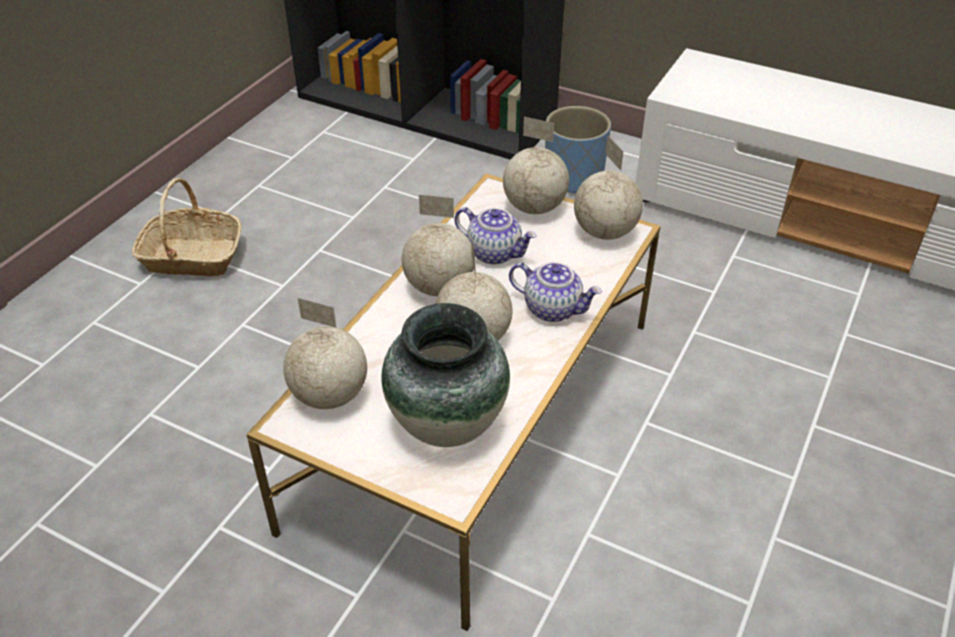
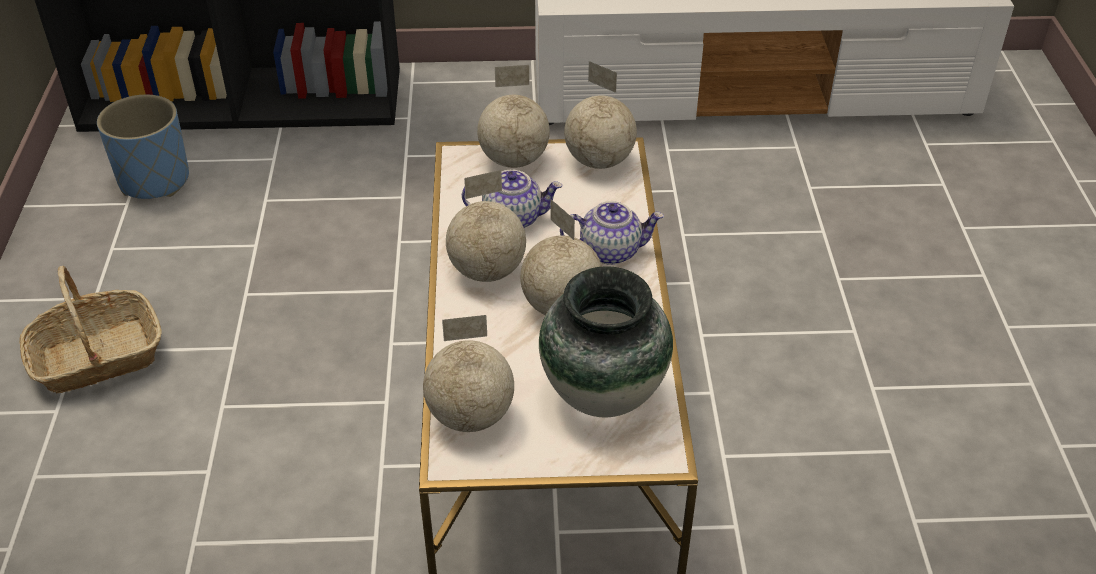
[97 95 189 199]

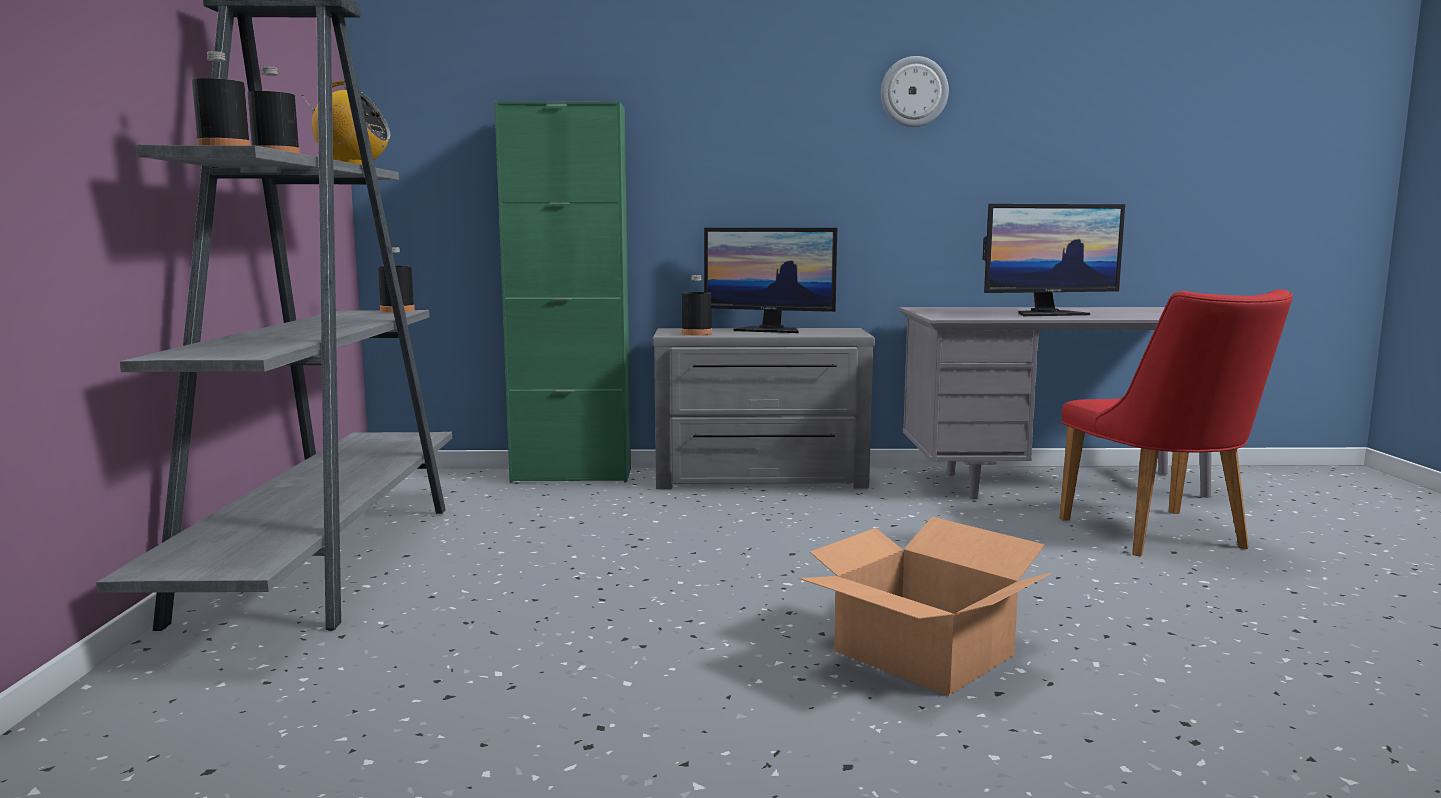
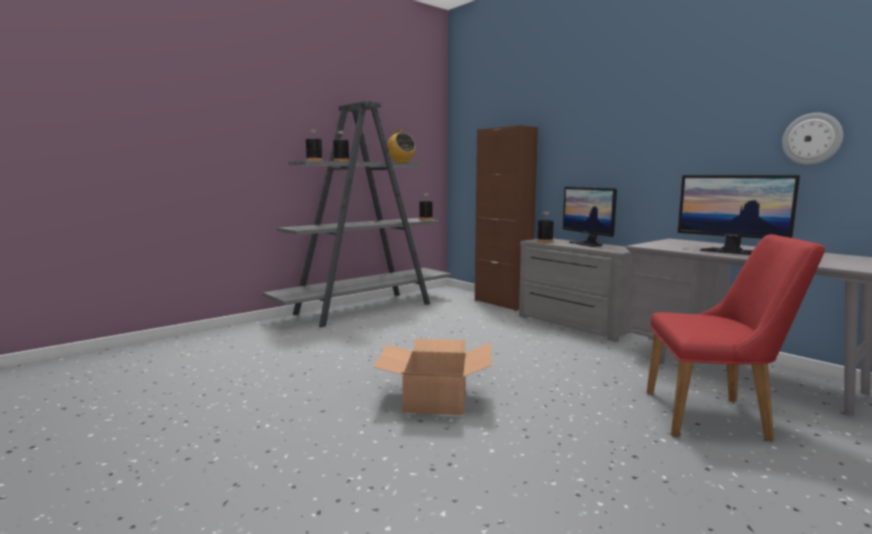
[782 113 843 165]
[475 125 538 311]
[647 234 825 442]

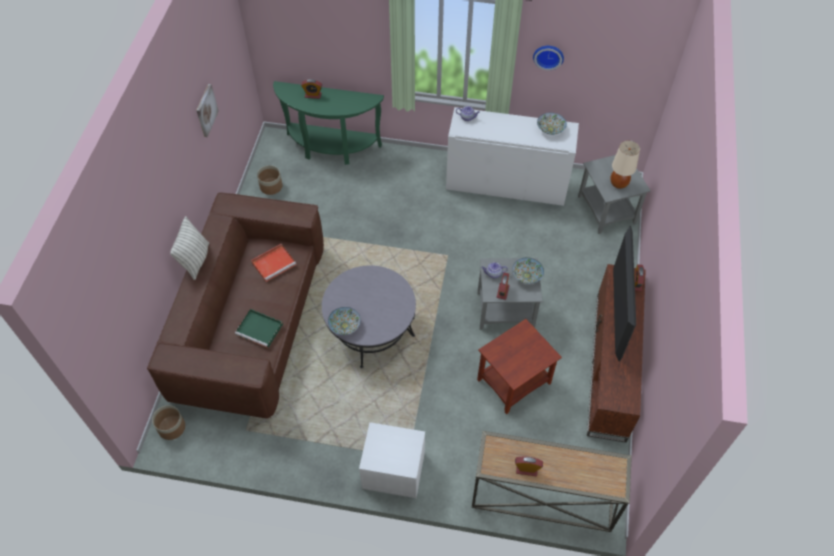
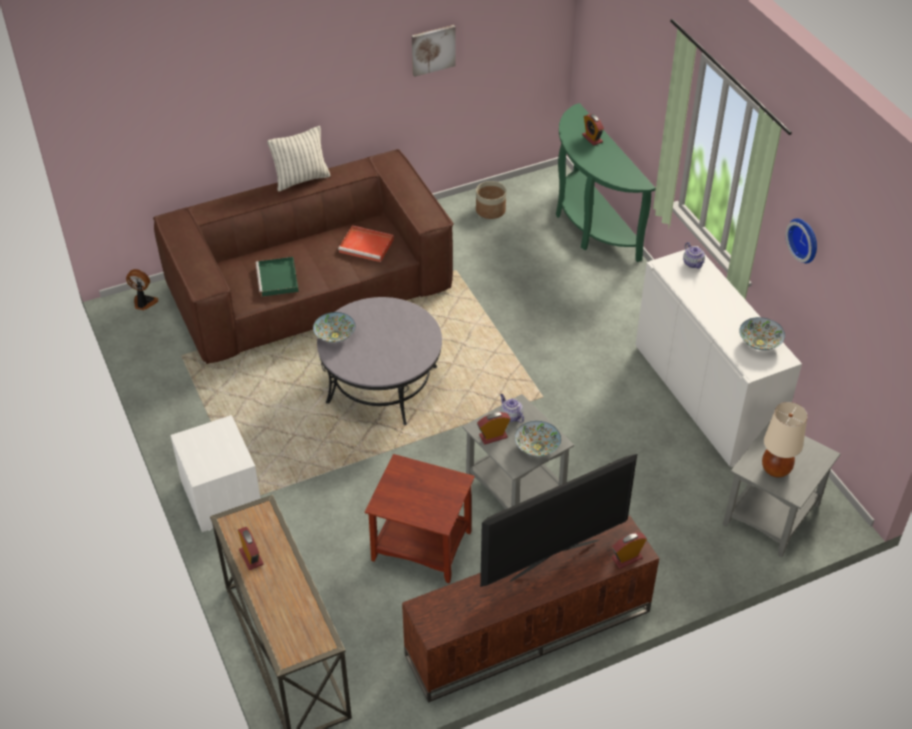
[126 269 159 310]

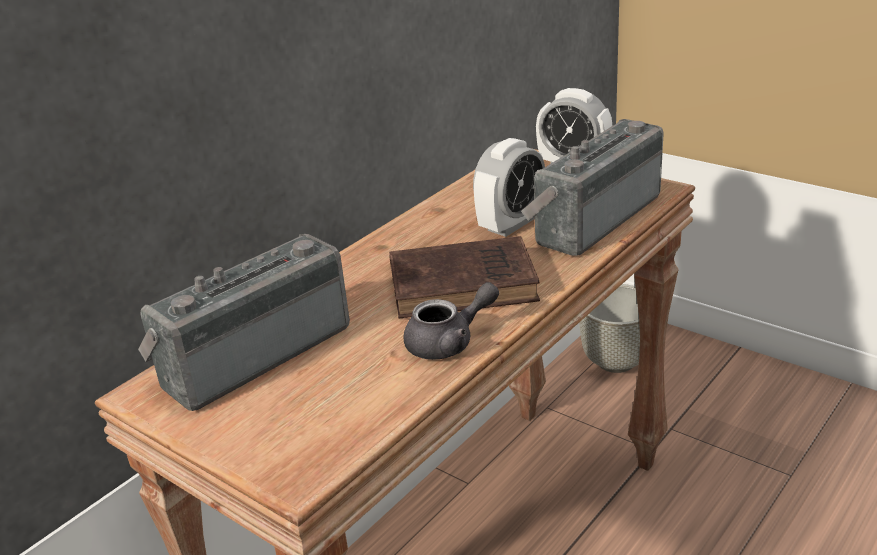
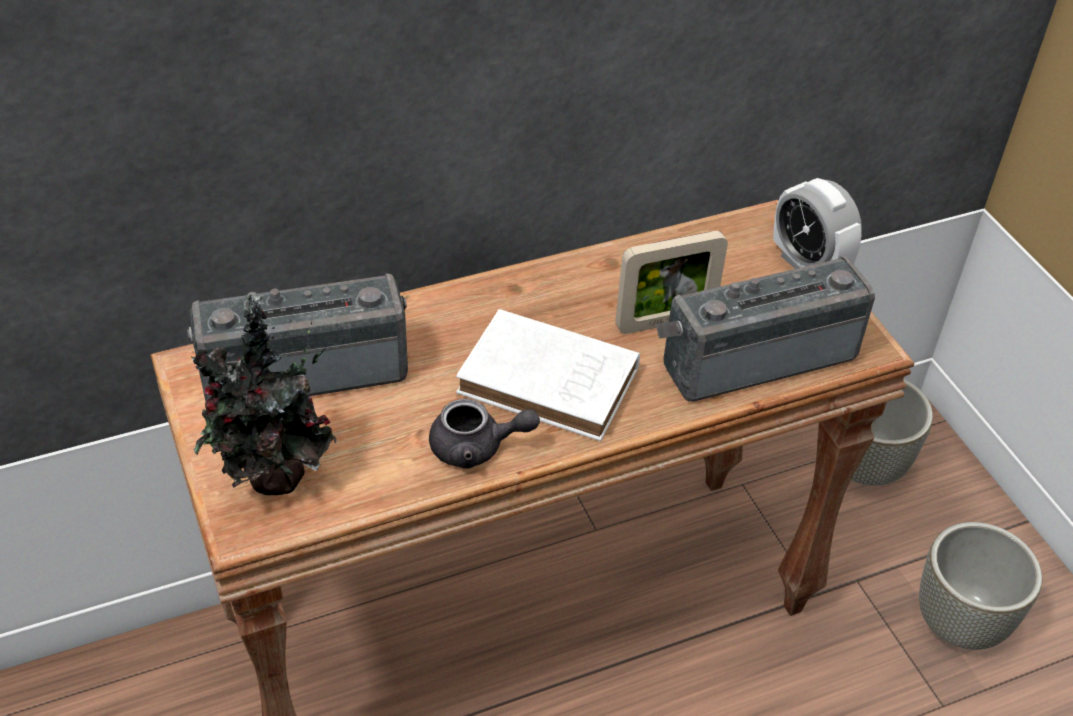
[615 231 728 334]
[456 309 640 441]
[192 294 337 495]
[919 522 1043 650]

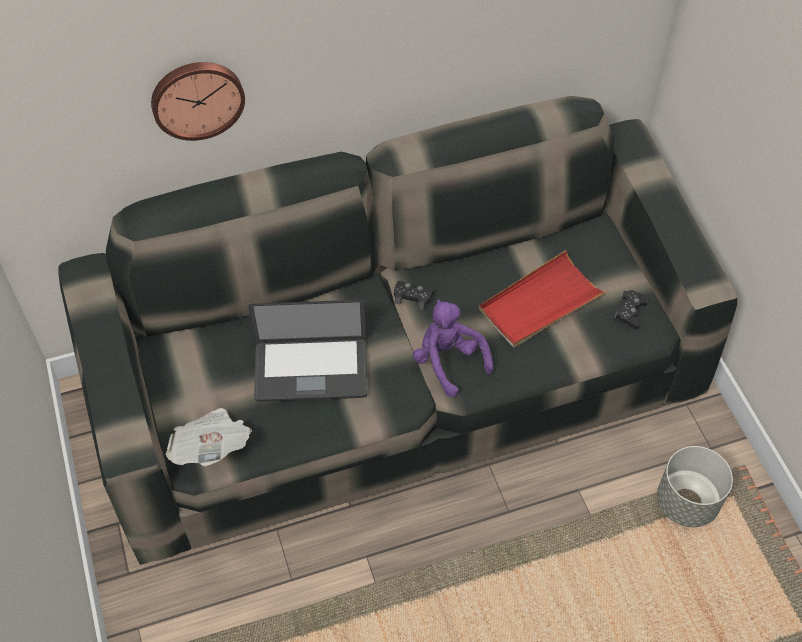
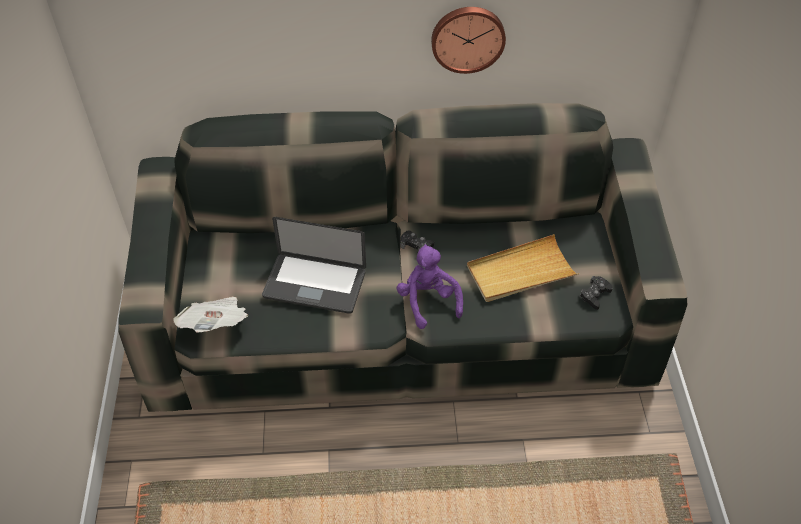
[431 7 506 74]
[467 234 579 302]
[657 446 733 527] (first image)

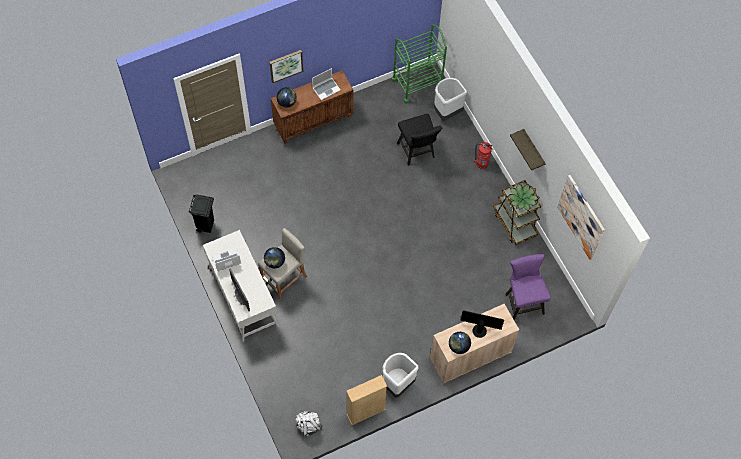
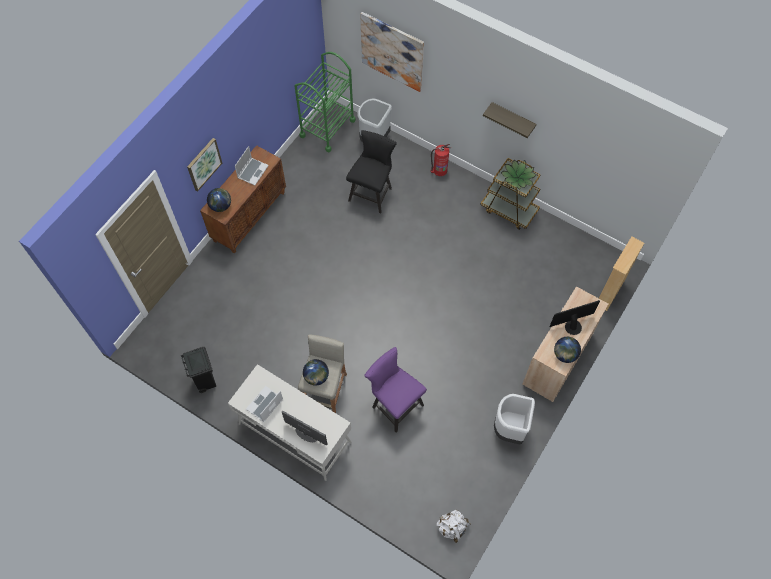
[346 130 397 213]
[360 12 424 92]
[364 347 427 432]
[599 237 644 311]

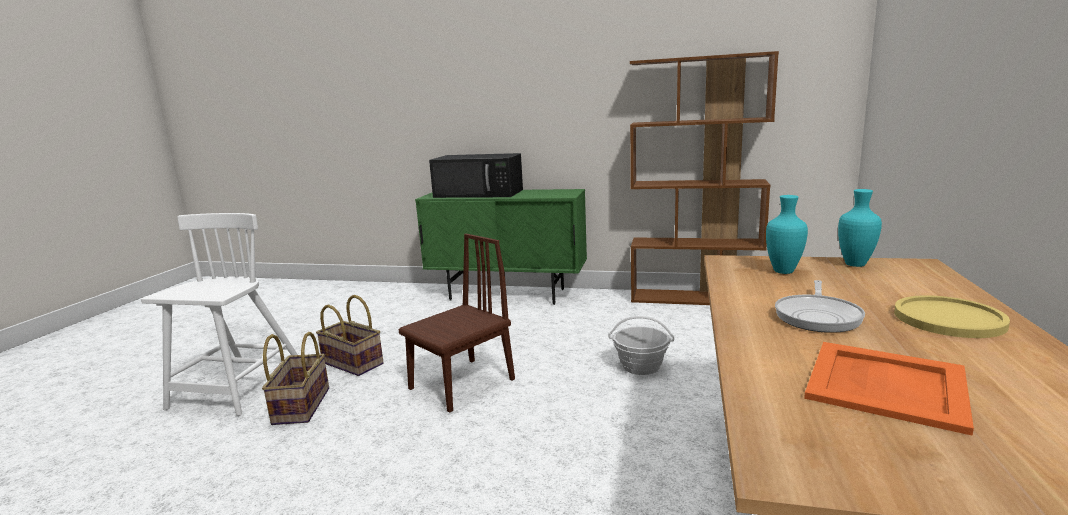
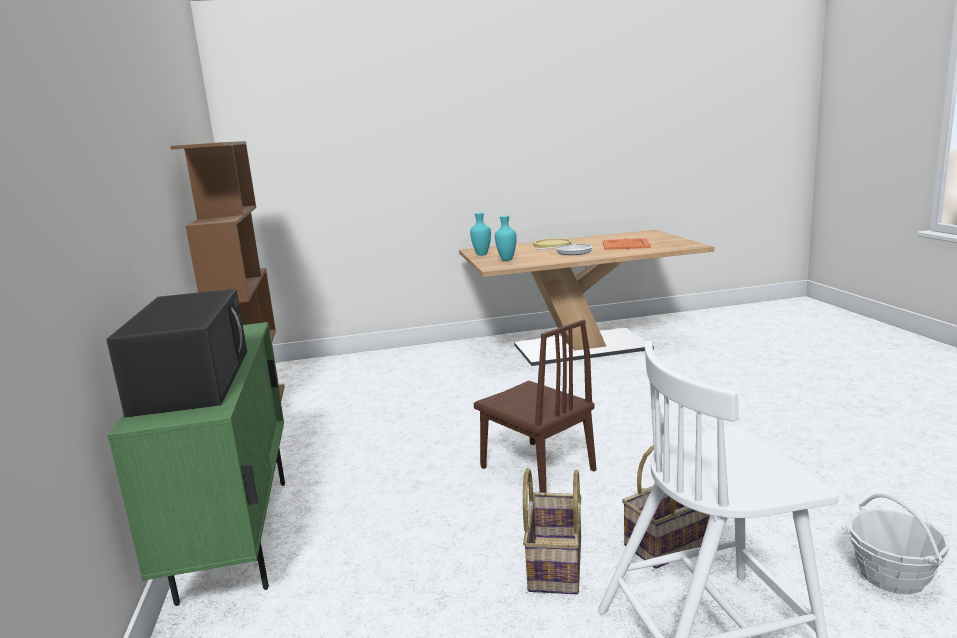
[474 320 596 493]
[847 493 950 594]

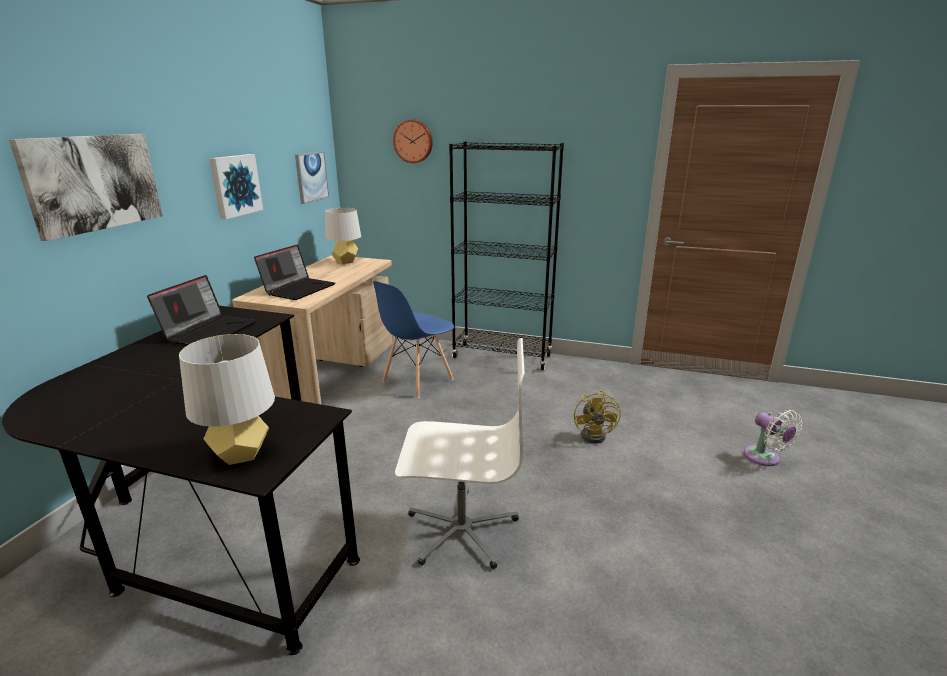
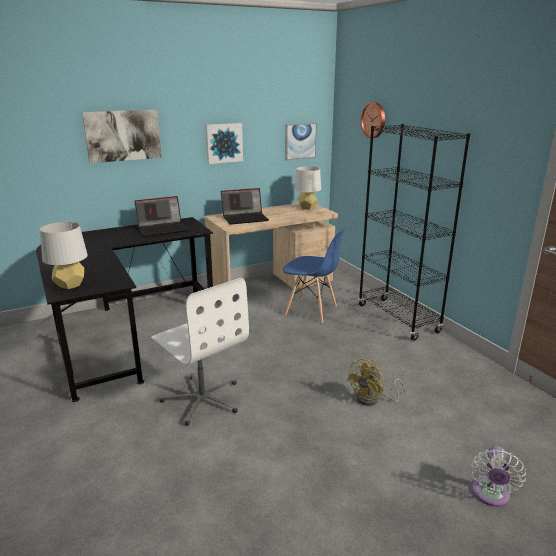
[283 227 346 323]

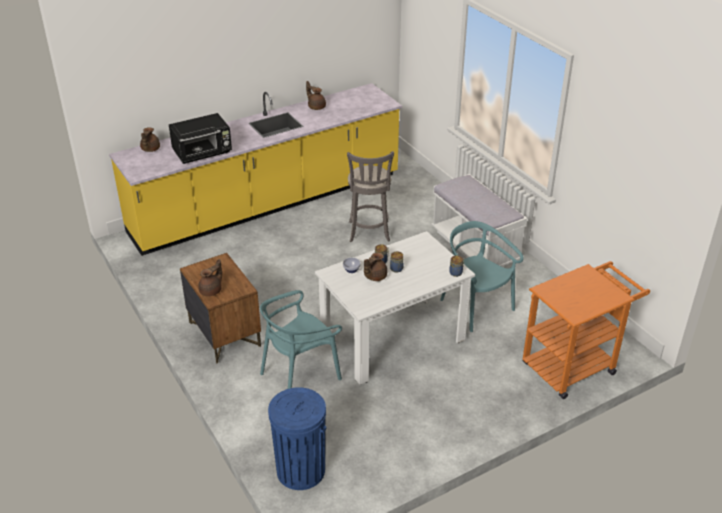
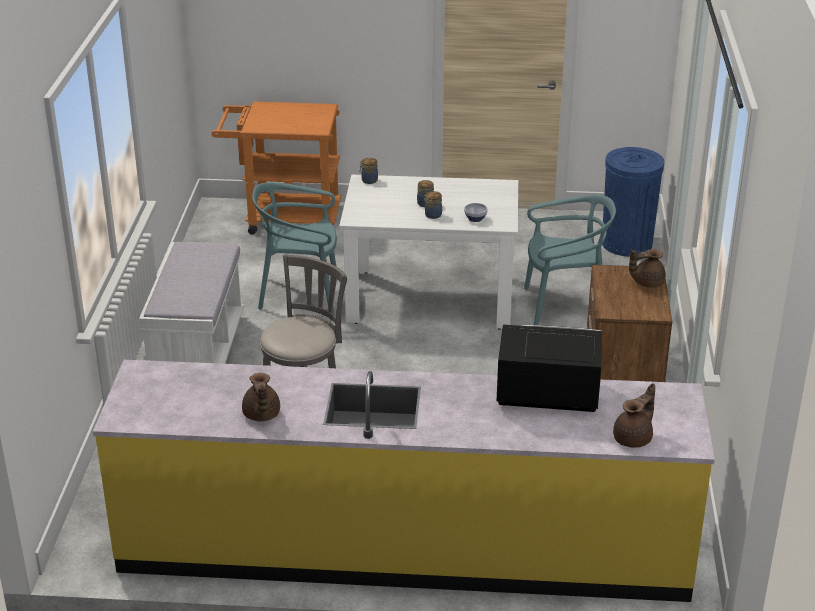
[252 182 337 313]
[364 252 387 281] (first image)

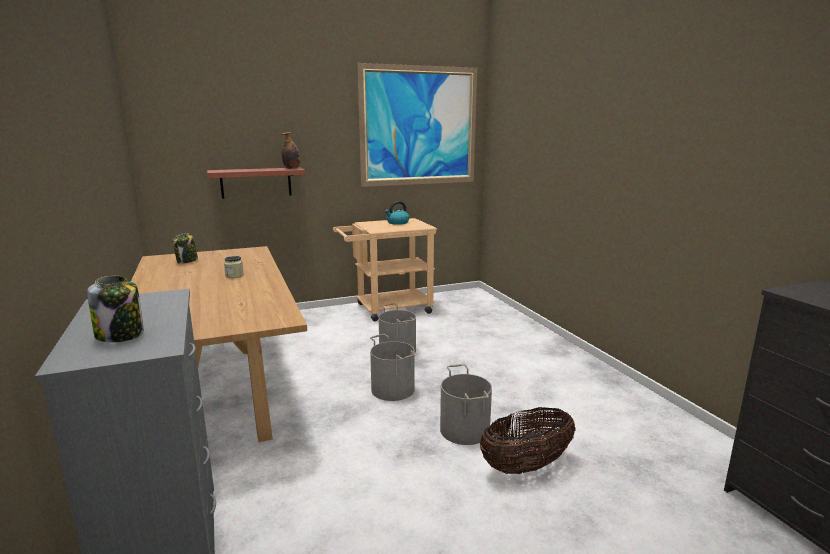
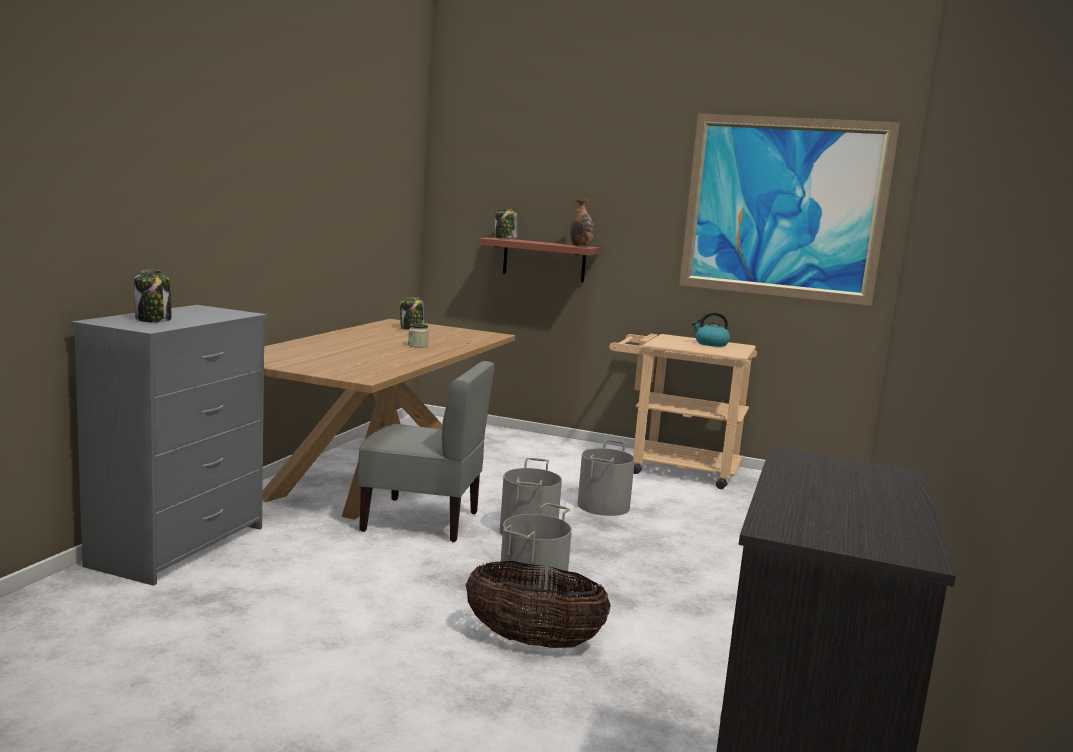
[495 209 517 238]
[358 361 495 542]

